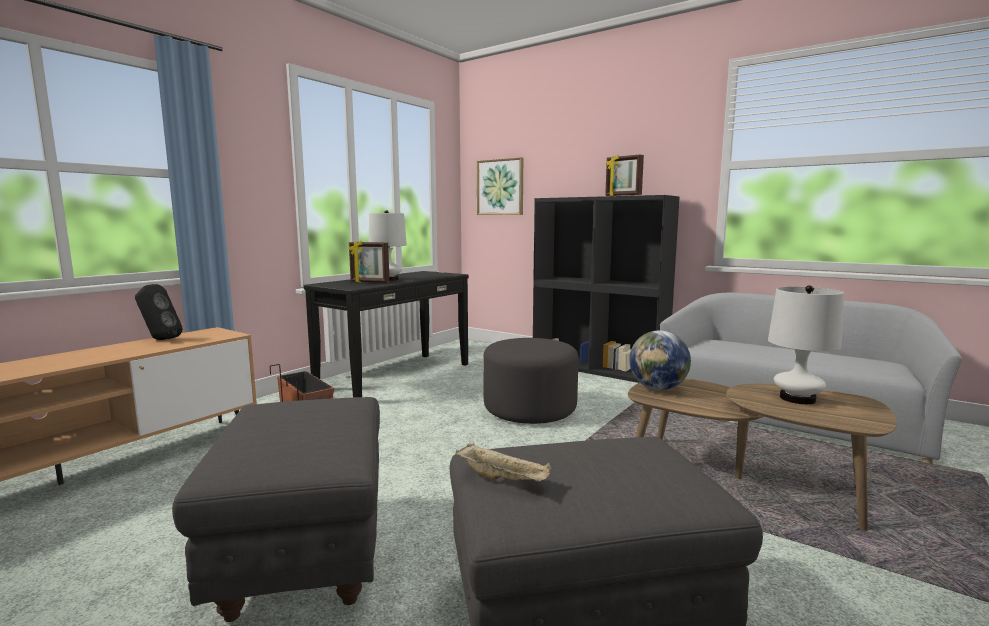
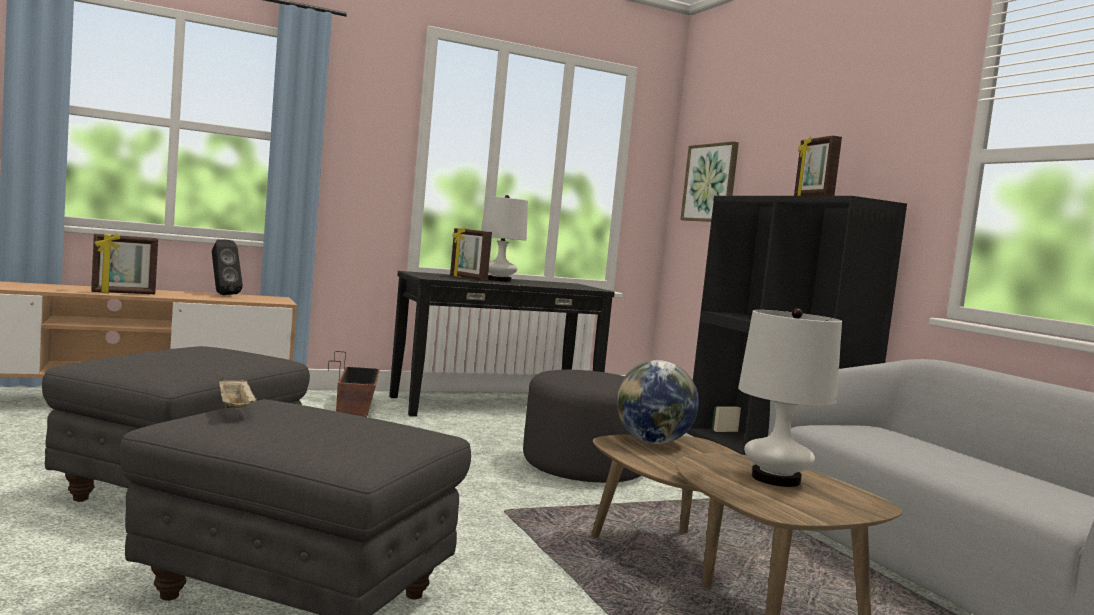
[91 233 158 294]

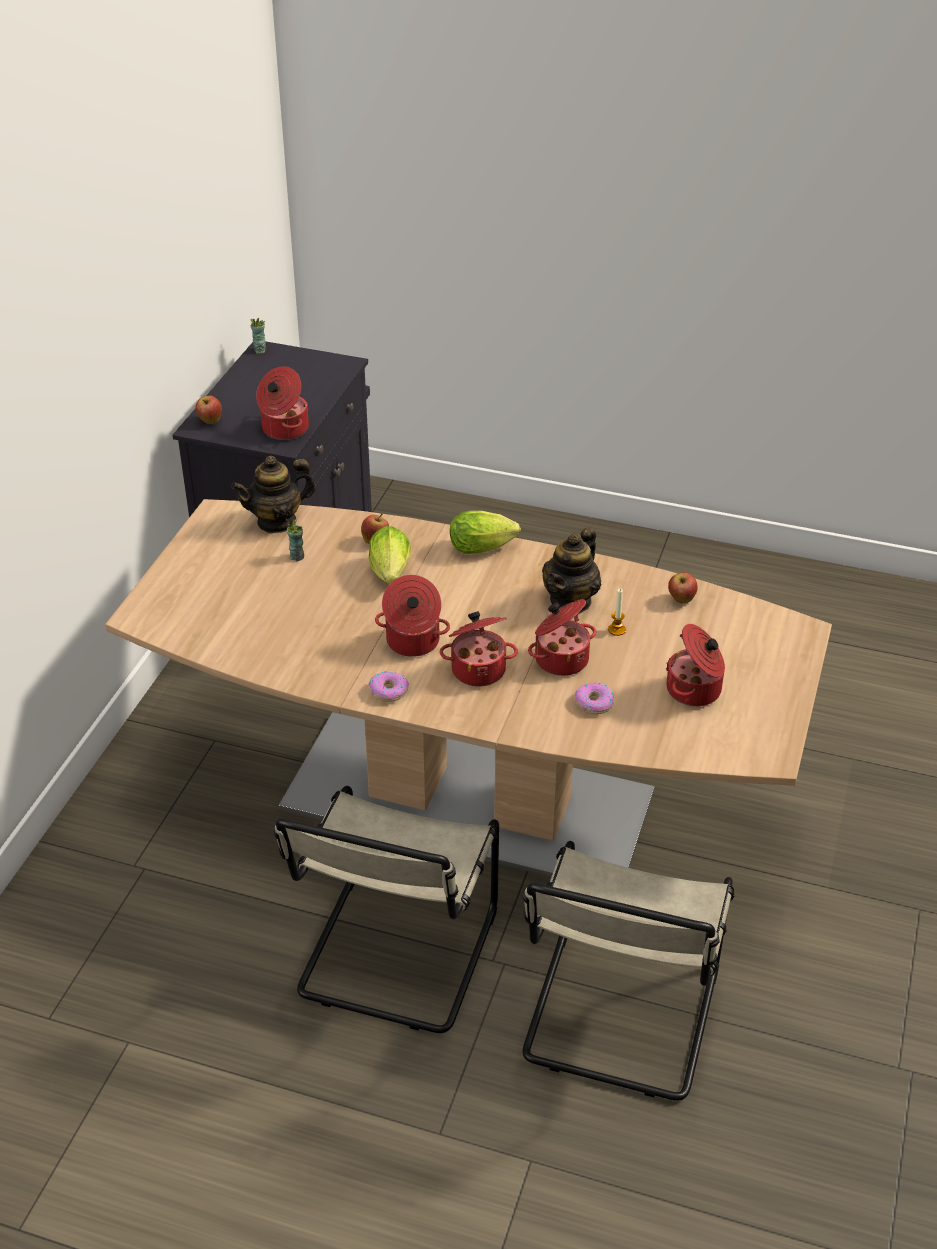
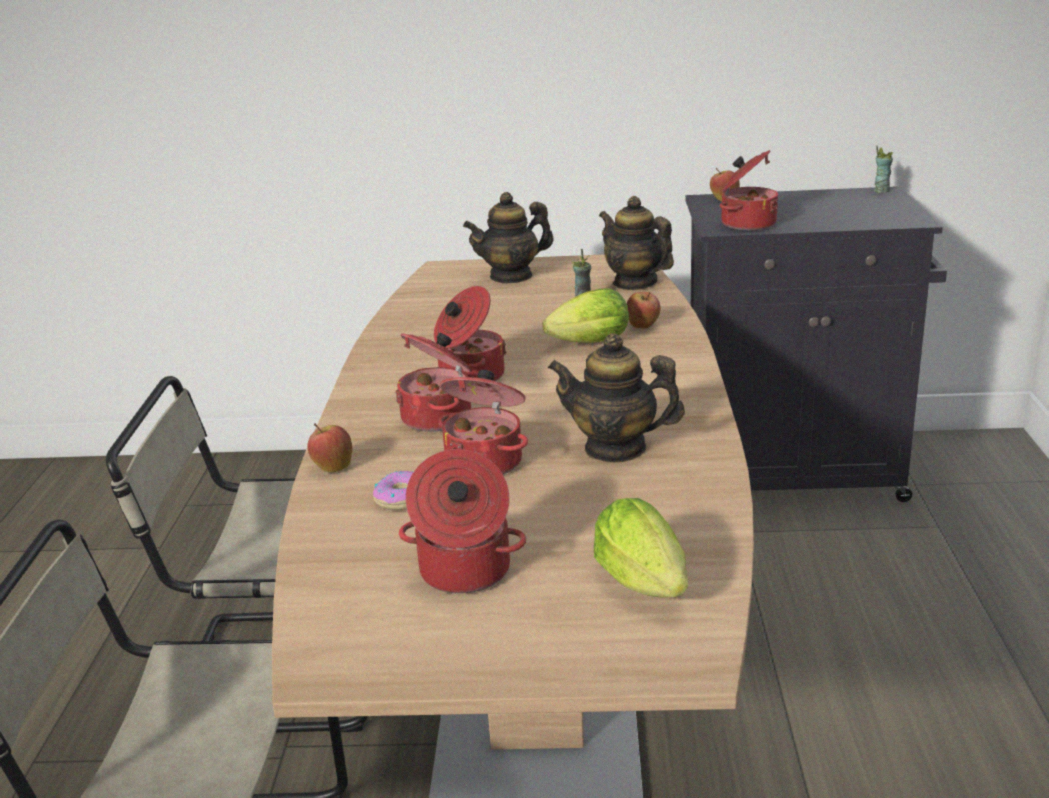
[594 498 688 598]
[307 423 352 473]
[608 588 626 636] (first image)
[369 671 409 702] (first image)
[463 192 553 284]

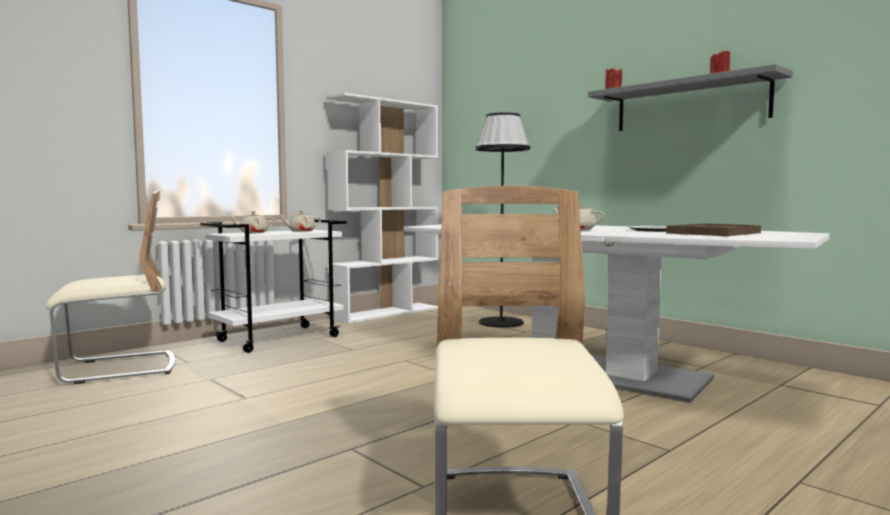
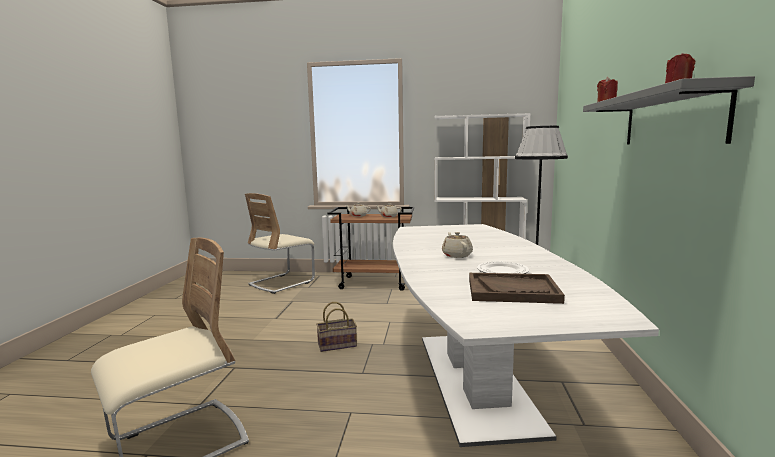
[245 193 315 294]
[327 207 414 291]
[316 302 357 352]

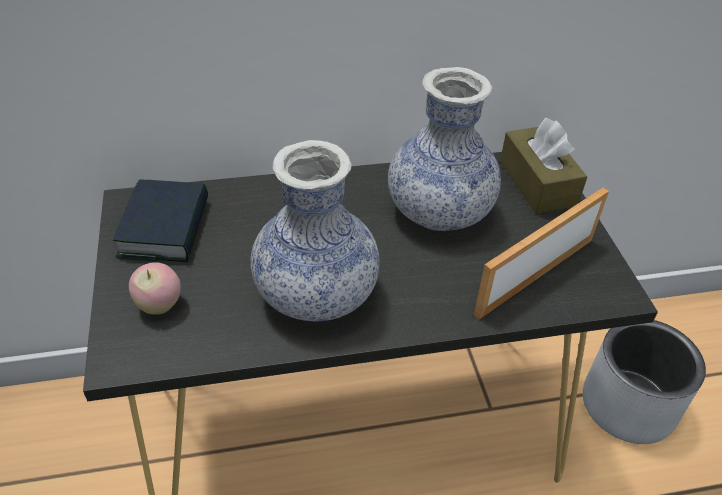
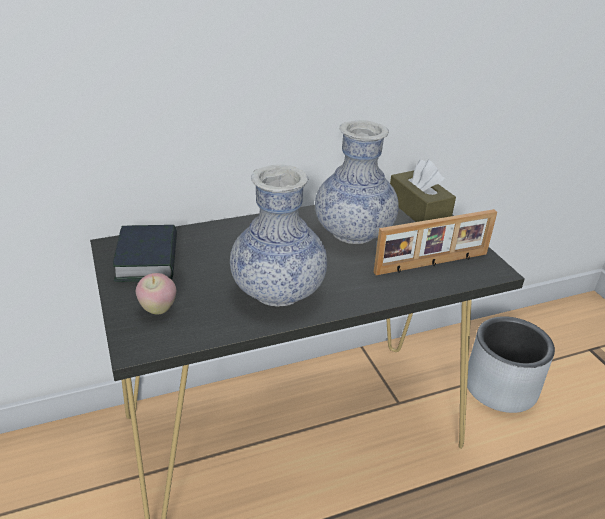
[374 209 497 275]

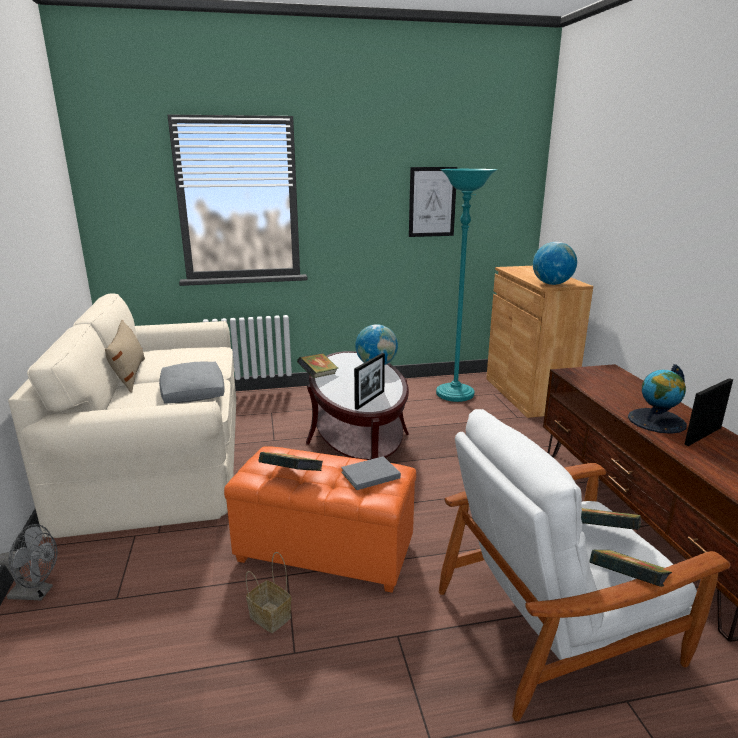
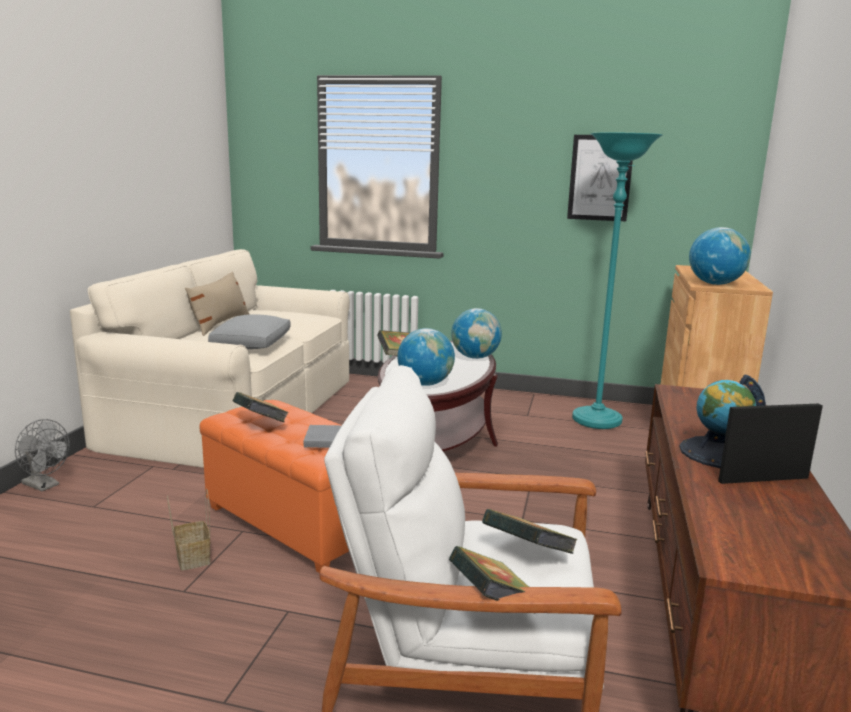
[397 328 455 386]

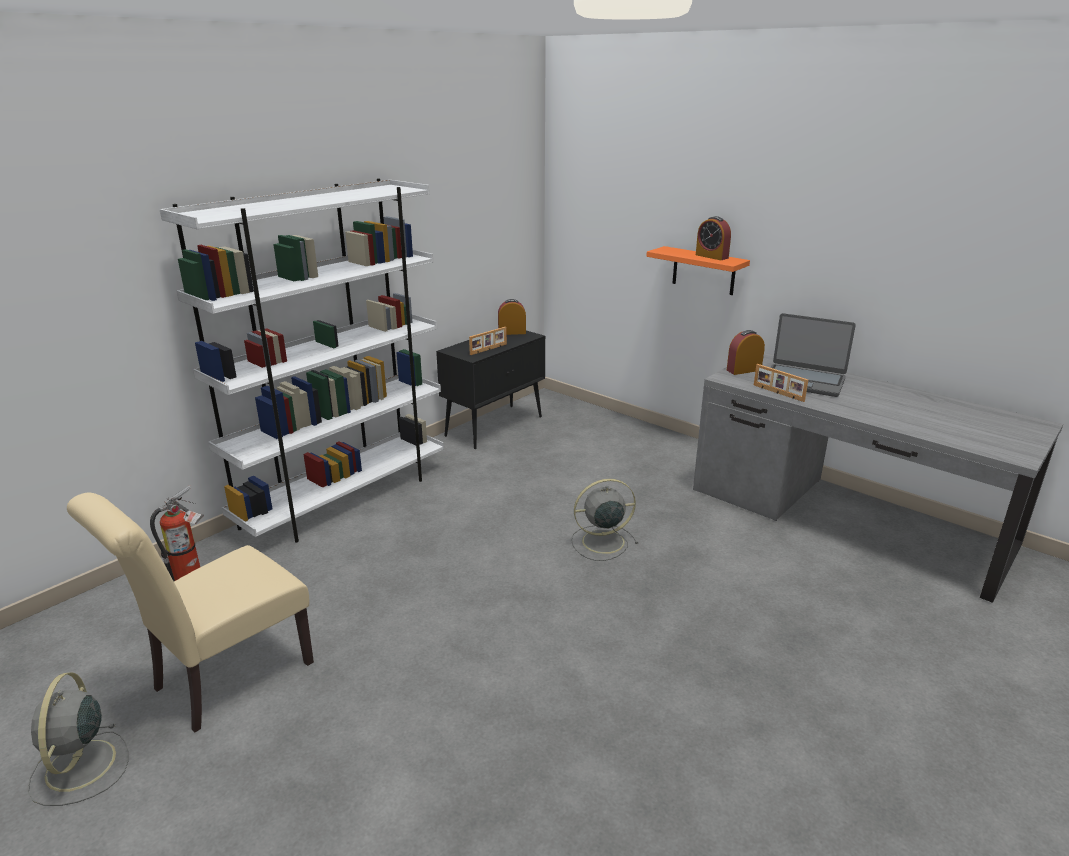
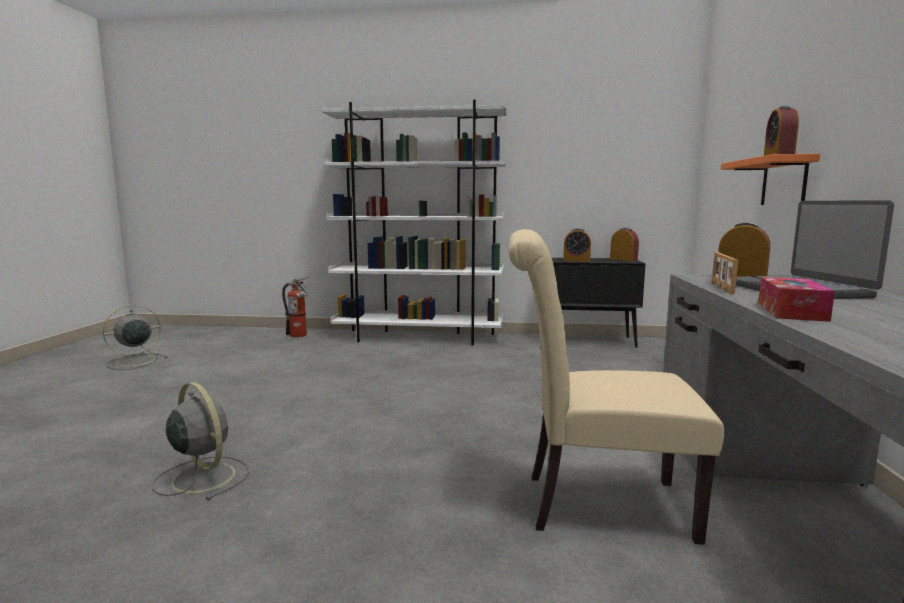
[563 228 591 262]
[152 382 249 501]
[508 229 724 545]
[758 277 835 322]

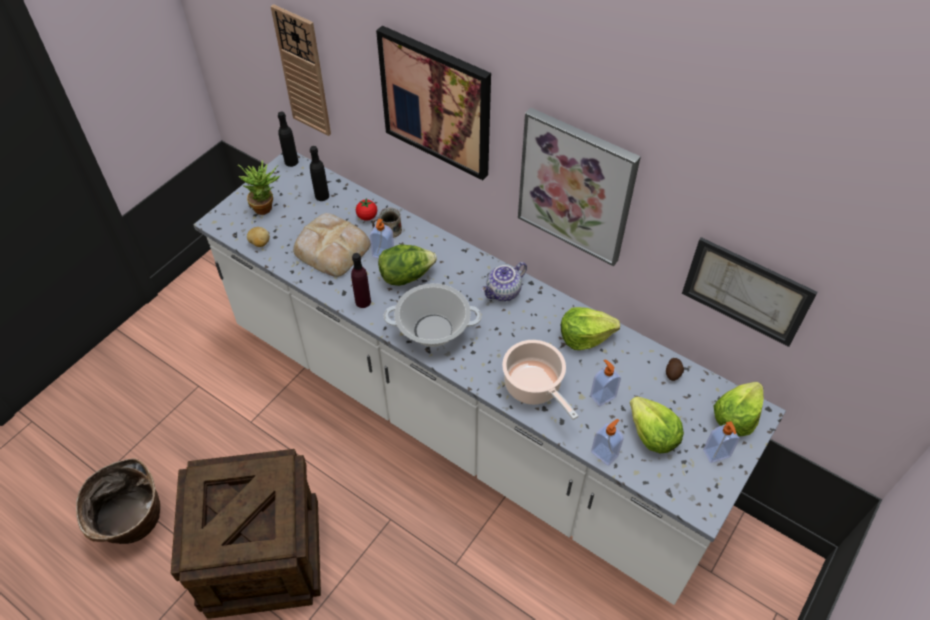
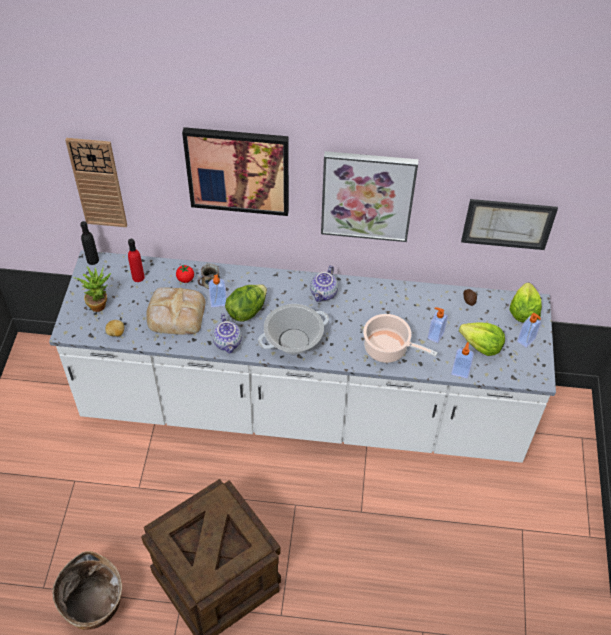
[128 239 145 282]
[212 313 242 353]
[561 307 620 350] (first image)

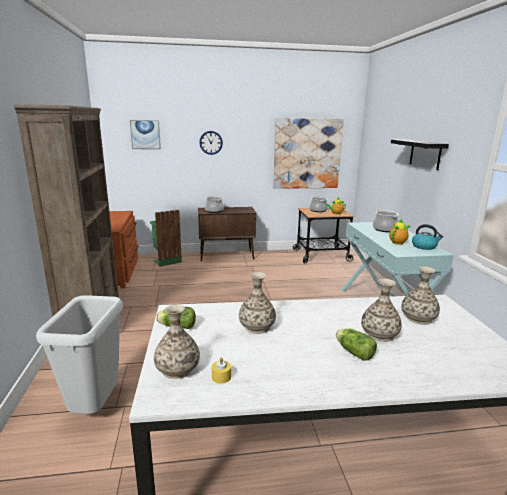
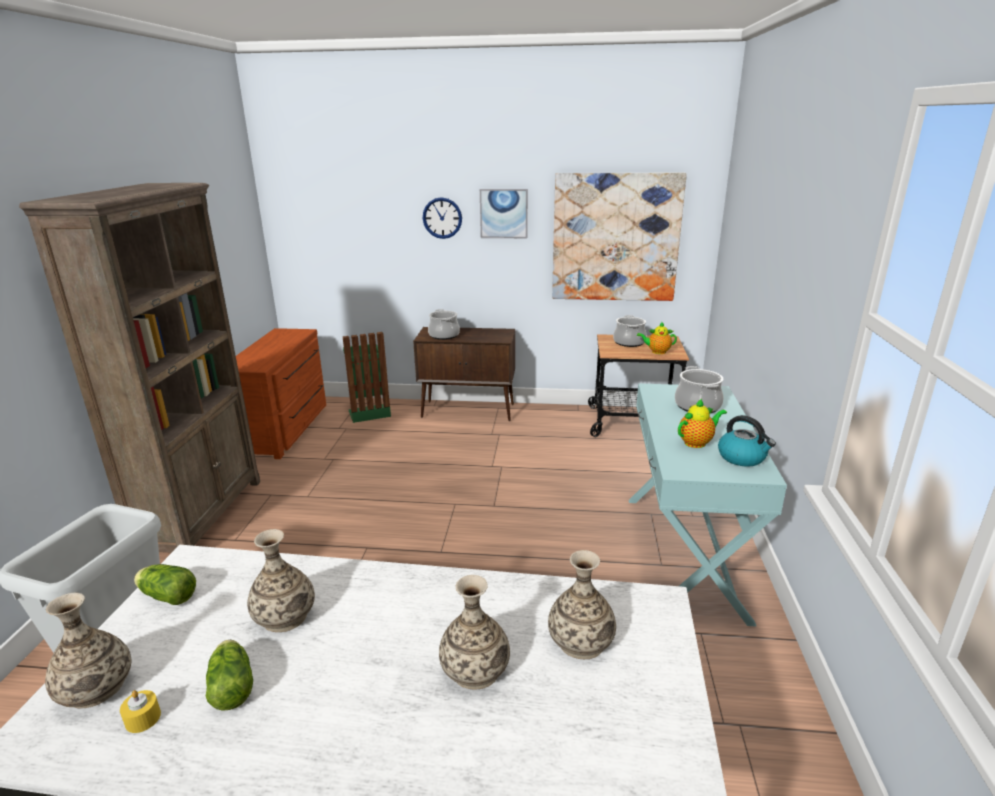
[480 189 528 238]
[391 140 449 170] (first image)
[206 640 253 711]

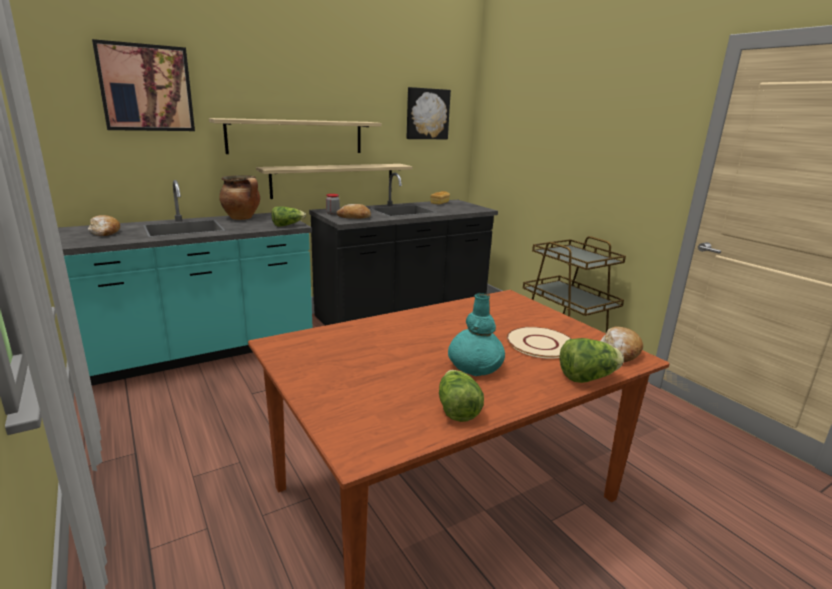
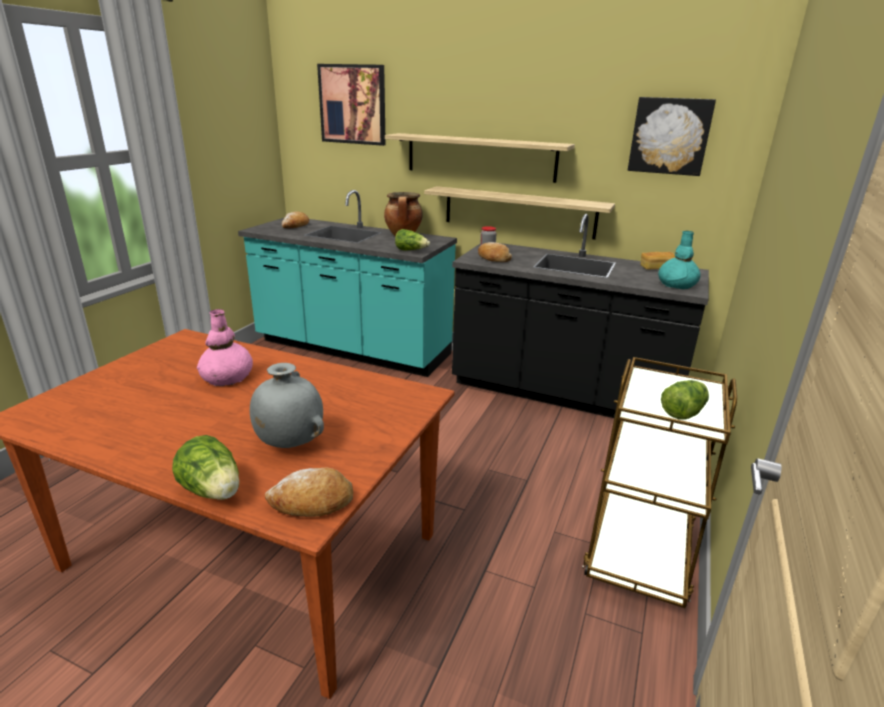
[658 231 701 289]
[250 363 324 448]
[661 380 709 419]
[197 309 253 386]

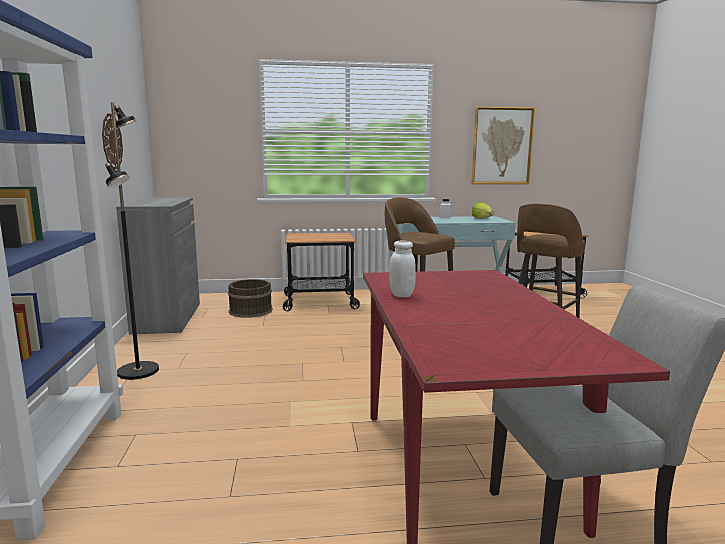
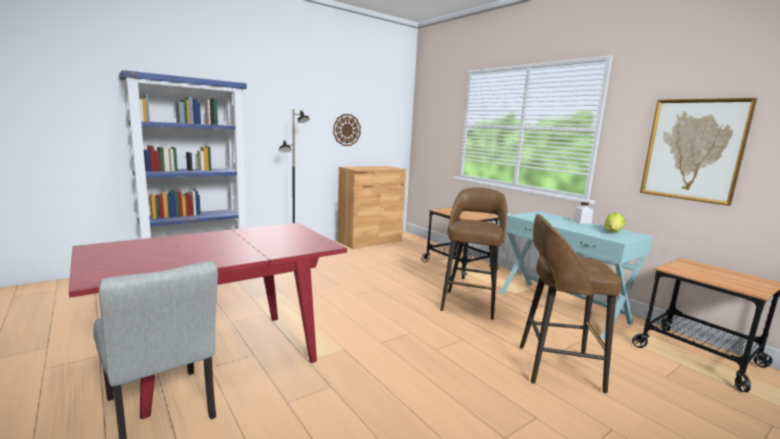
[337 166 406 249]
[389 241 416 297] (first image)
[228 279 273 318] (first image)

